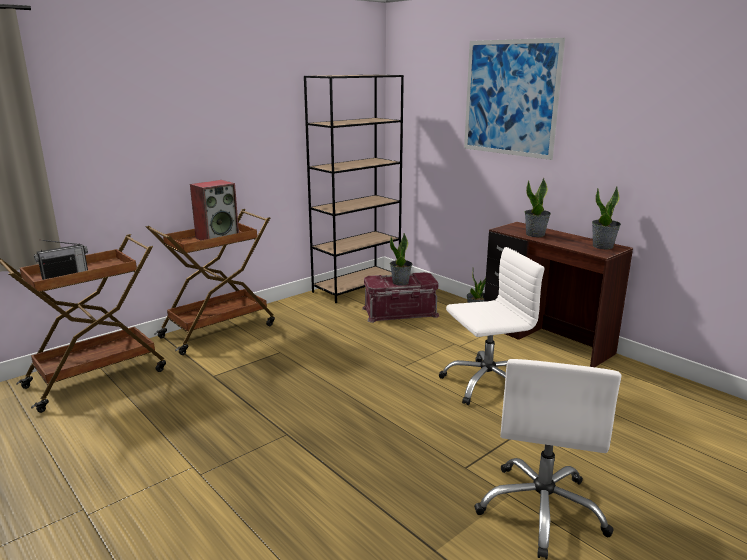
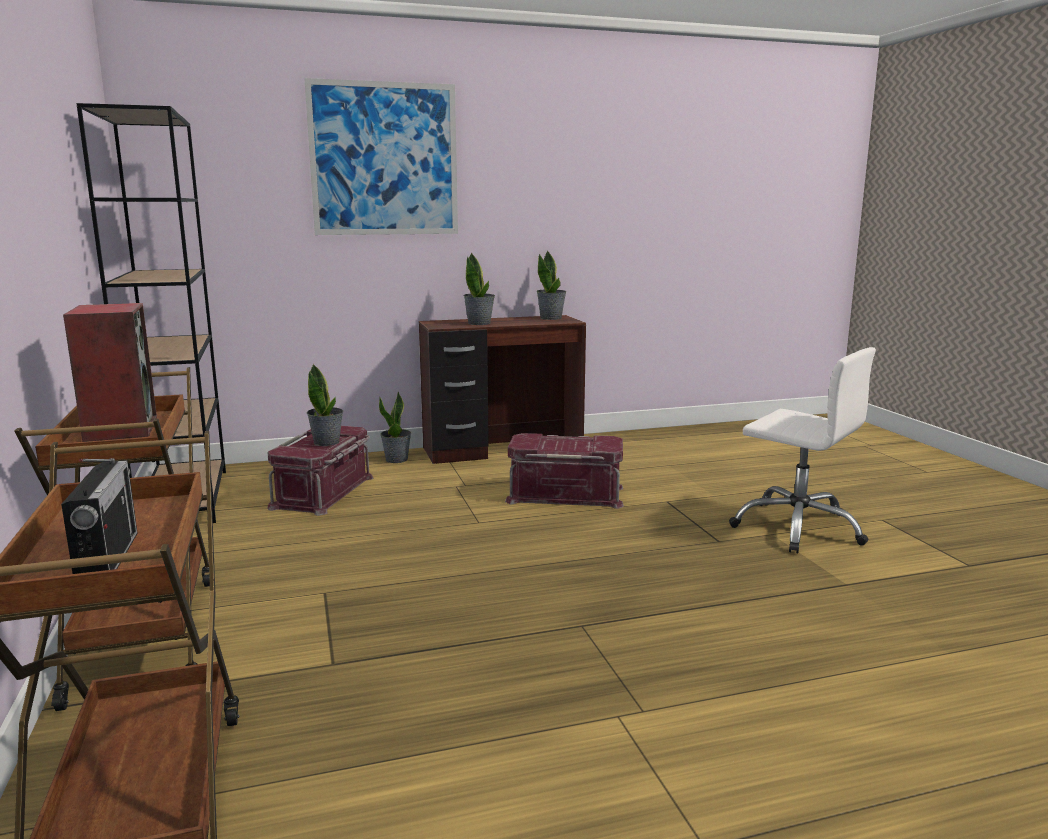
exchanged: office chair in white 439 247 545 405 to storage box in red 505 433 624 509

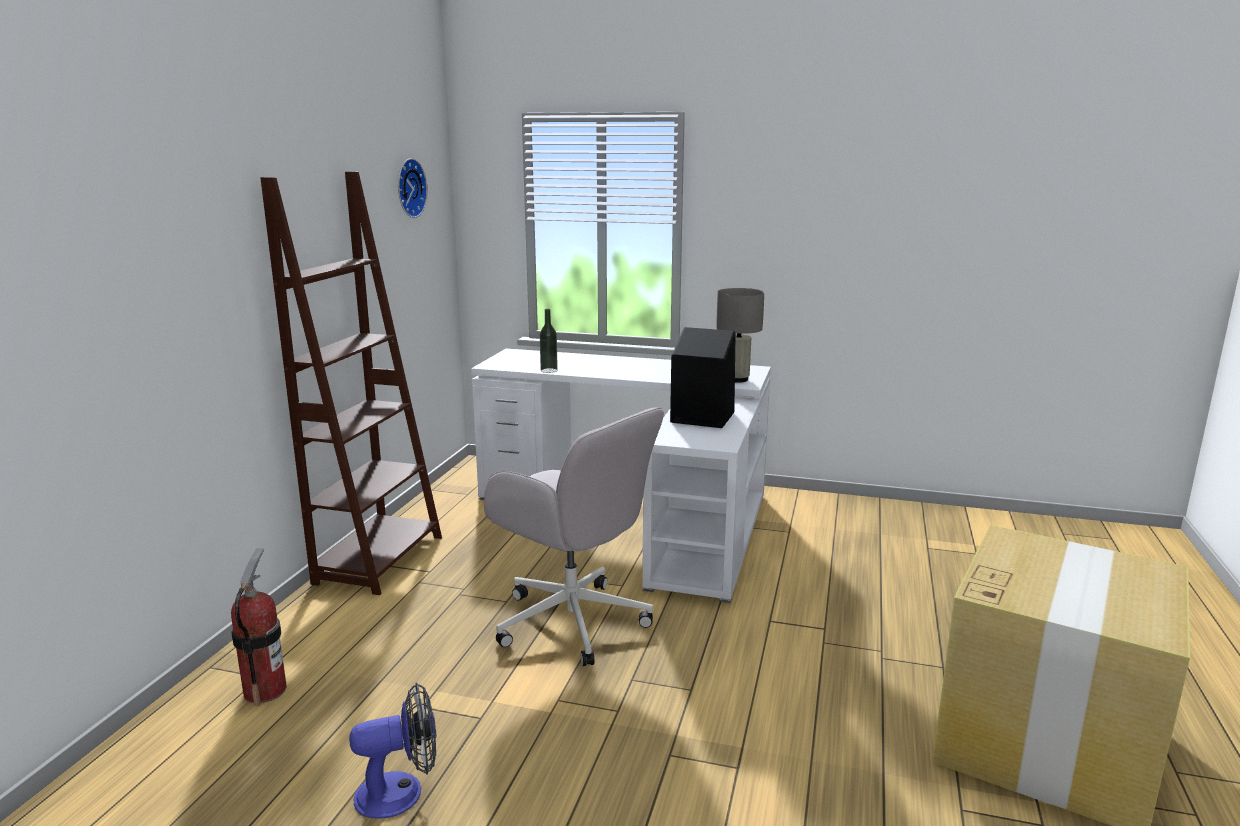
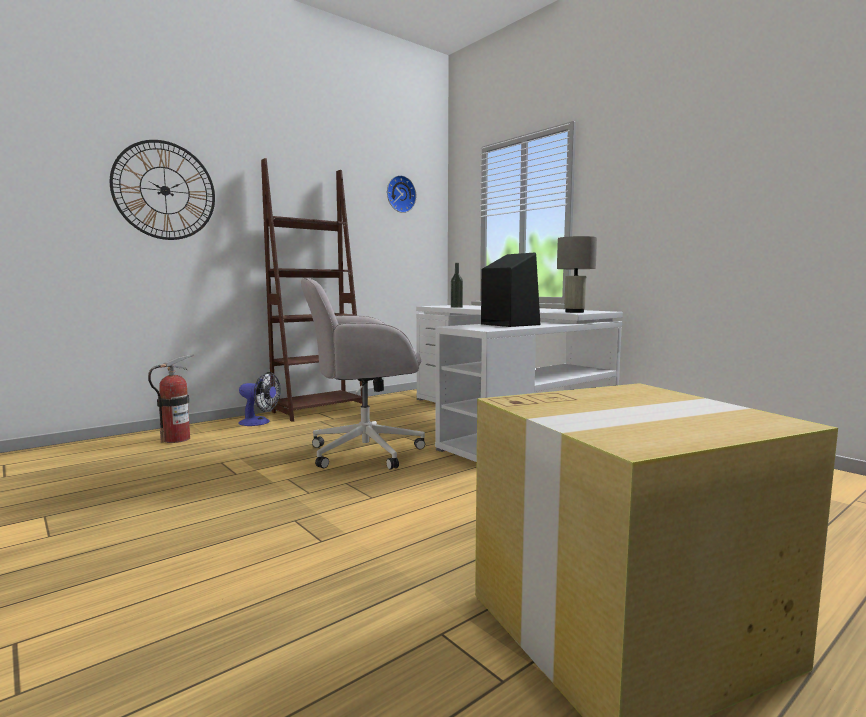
appeared: wall clock 110 140 215 240
relocated: fan 349 683 436 819 to 238 372 281 426
spun: office chair in grey 484 408 664 666 = 301 277 425 470 90 degrees clockwise

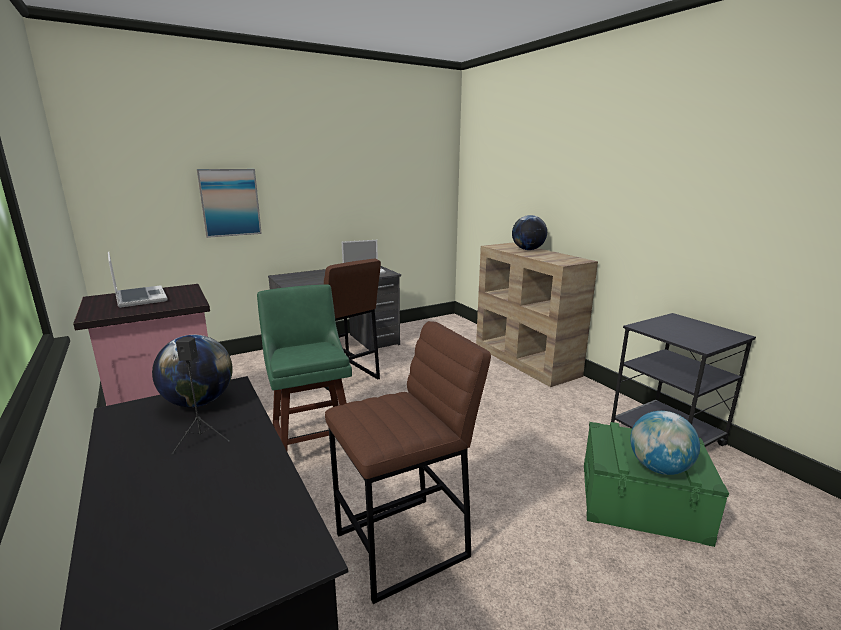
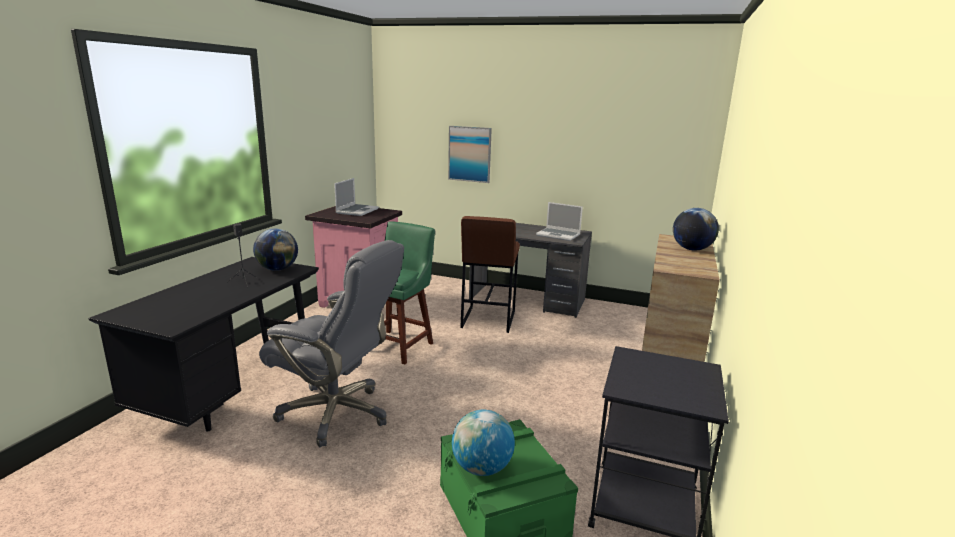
exchanged: stool in brown 325 321 491 604 to office chair in grey 259 240 404 447

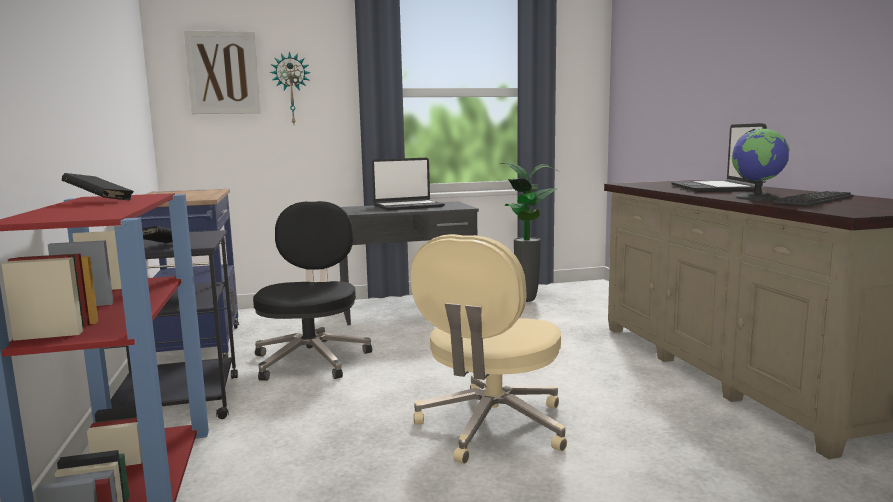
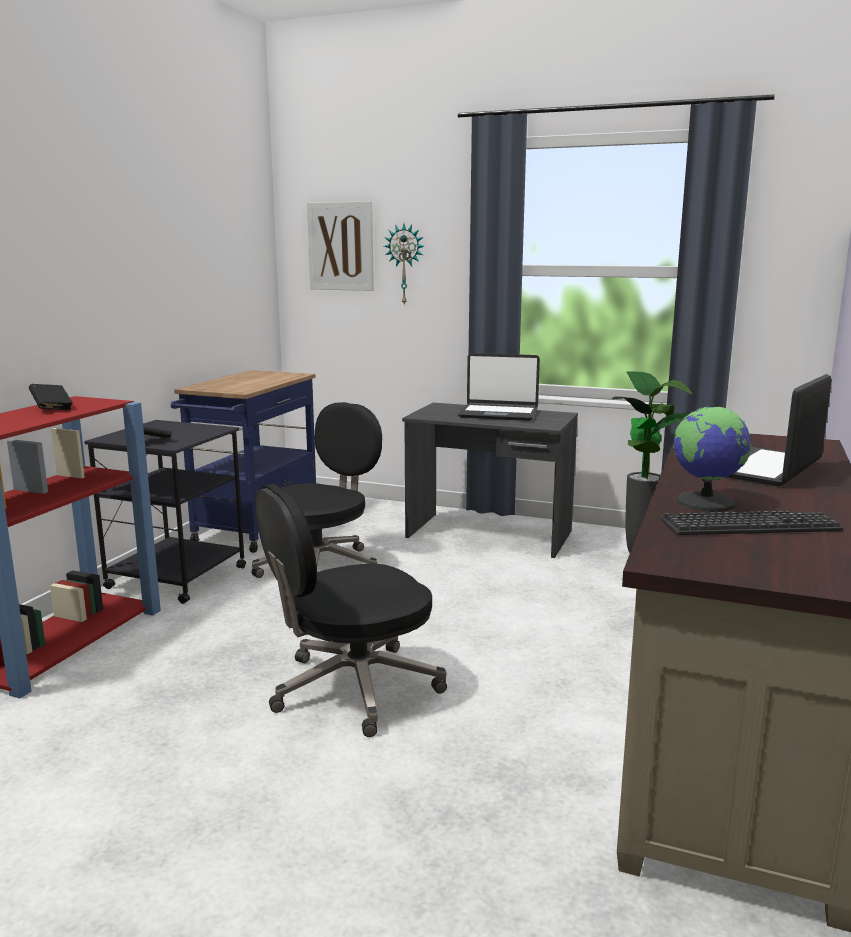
colour: office chair in beige 410 234 567 464 to office chair in black 255 484 447 737

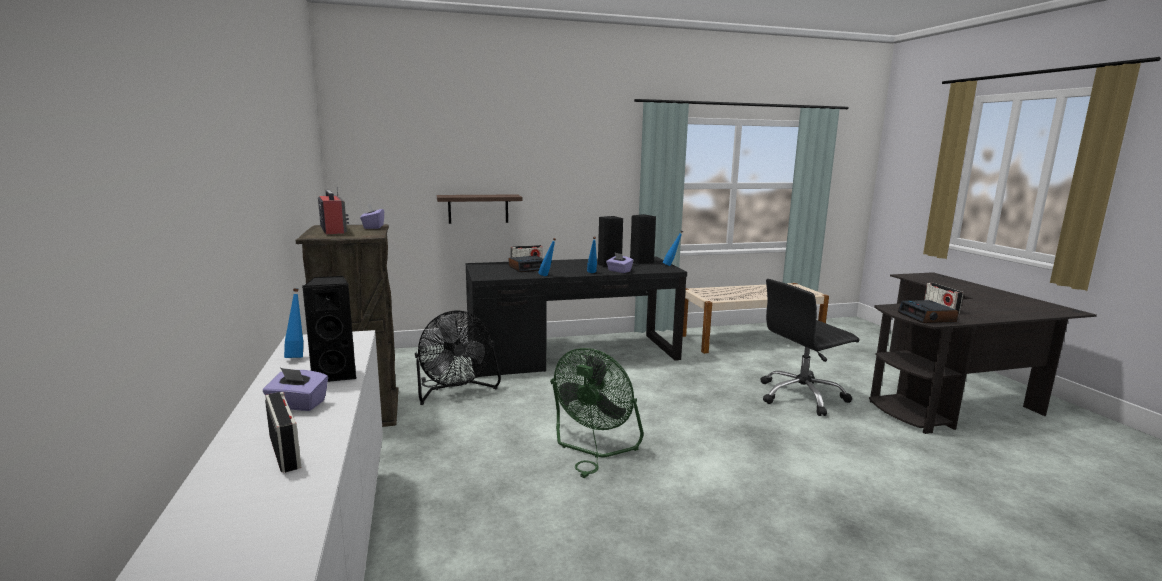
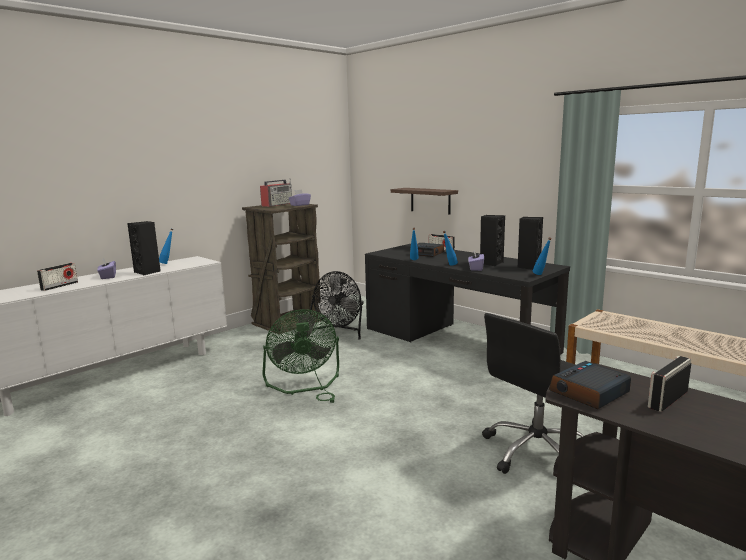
spun: office chair in black 761 279 860 416 = 482 313 584 474 75 degrees counterclockwise; fan in green 550 348 644 478 = 262 309 339 403 105 degrees counterclockwise

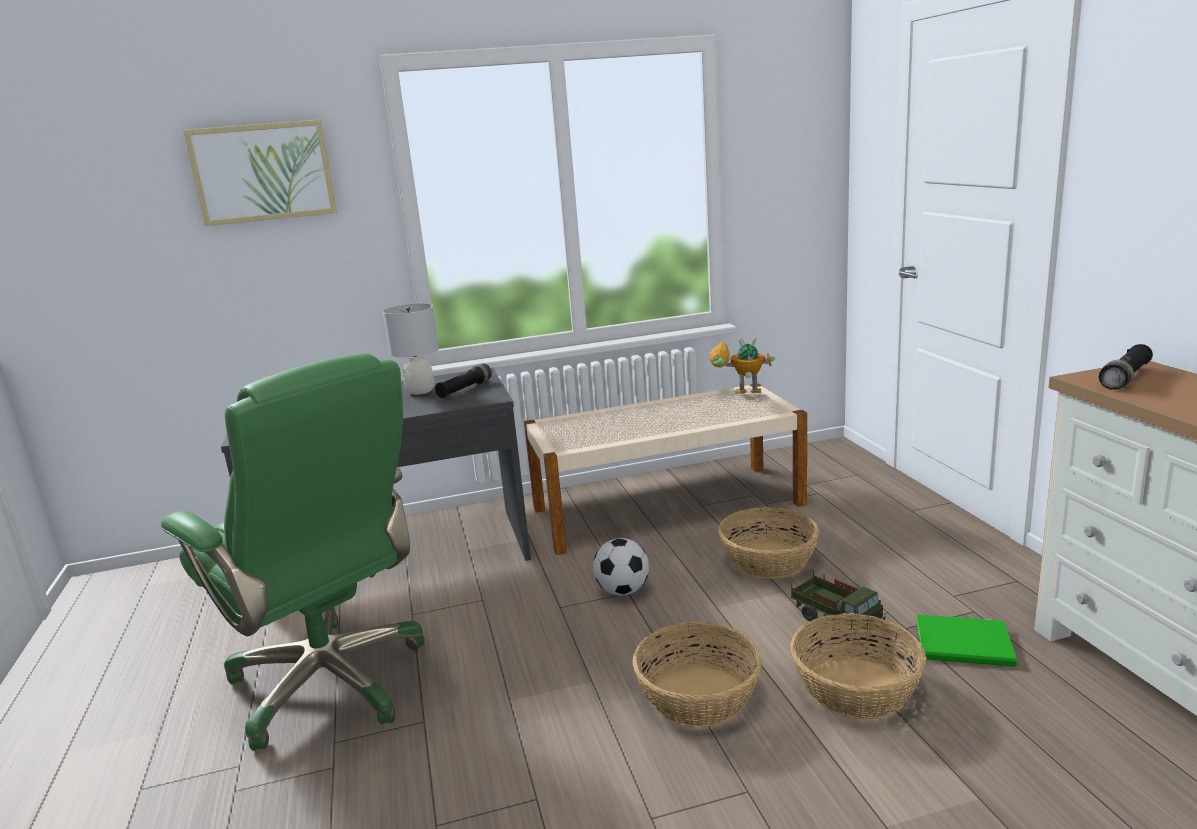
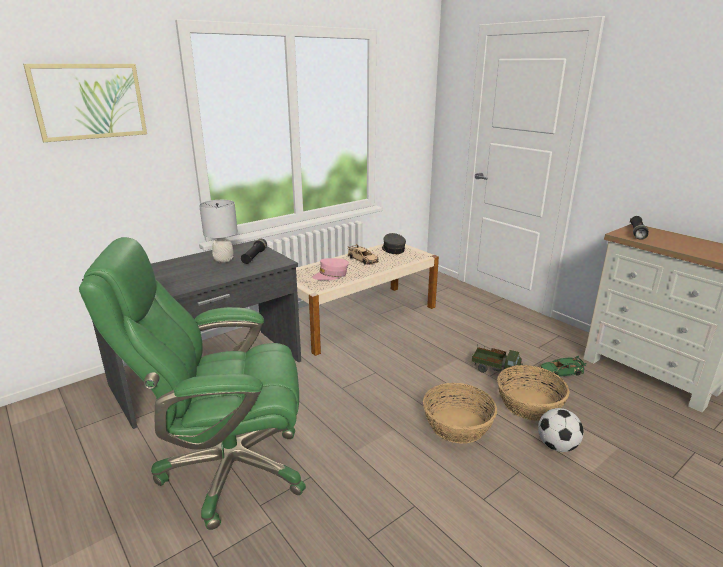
missing: basket 718 507 819 579
appeared: toy car in beige 348 244 379 265; cap in pink 312 258 349 280
relocated: football 593 538 649 595 to 538 408 584 452
exchanged: toy robot 710 337 775 394 to cap in grey 382 233 406 254; book in green 916 615 1017 667 to toy car in green 540 356 586 378
spun: office chair in green 161 353 425 751 = 79 237 306 530 150 degrees clockwise

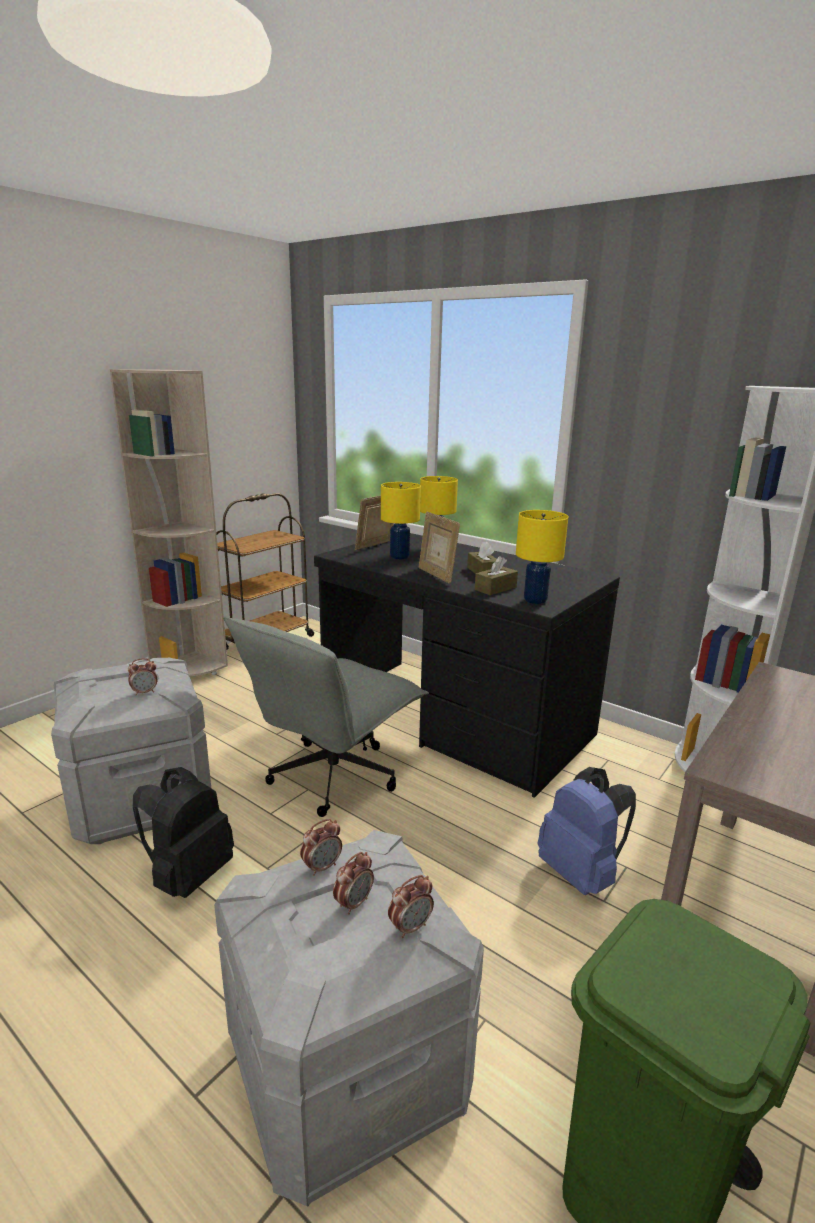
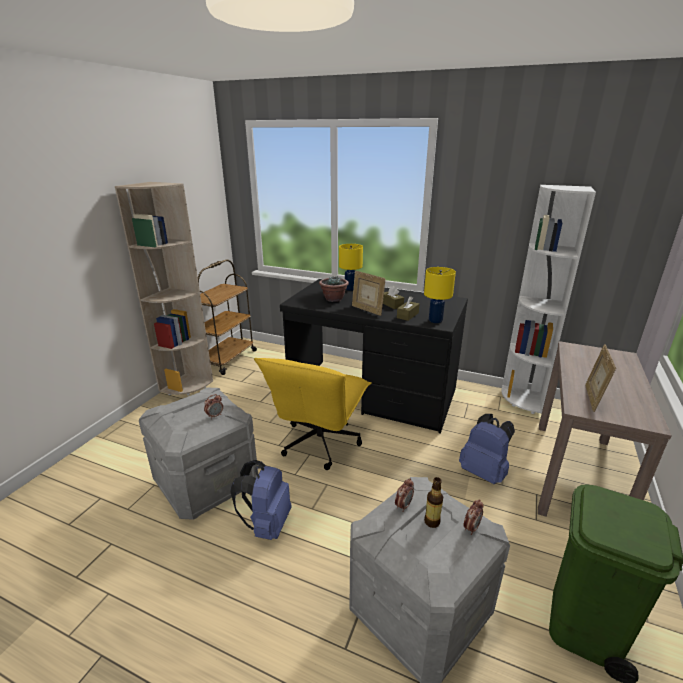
relocated: picture frame 355 496 394 550 to 585 344 616 412
exchanged: table lamp in yellow 381 482 421 560 to potted plant 319 275 349 302; alarm clock 333 852 374 915 to bottle 424 477 443 528
colour: office chair in grey 223 617 429 817 to office chair in yellow 254 358 372 470; backpack in black 133 767 234 898 to backpack in blue 230 460 292 540

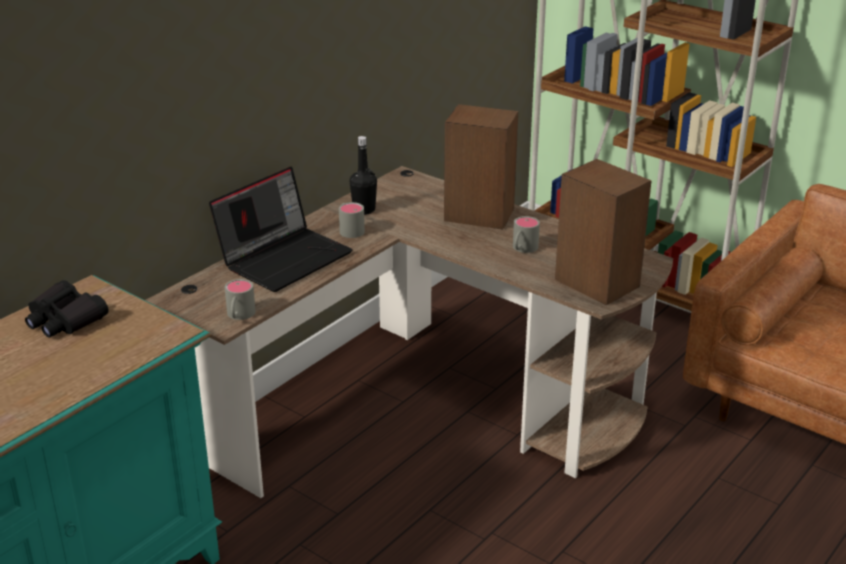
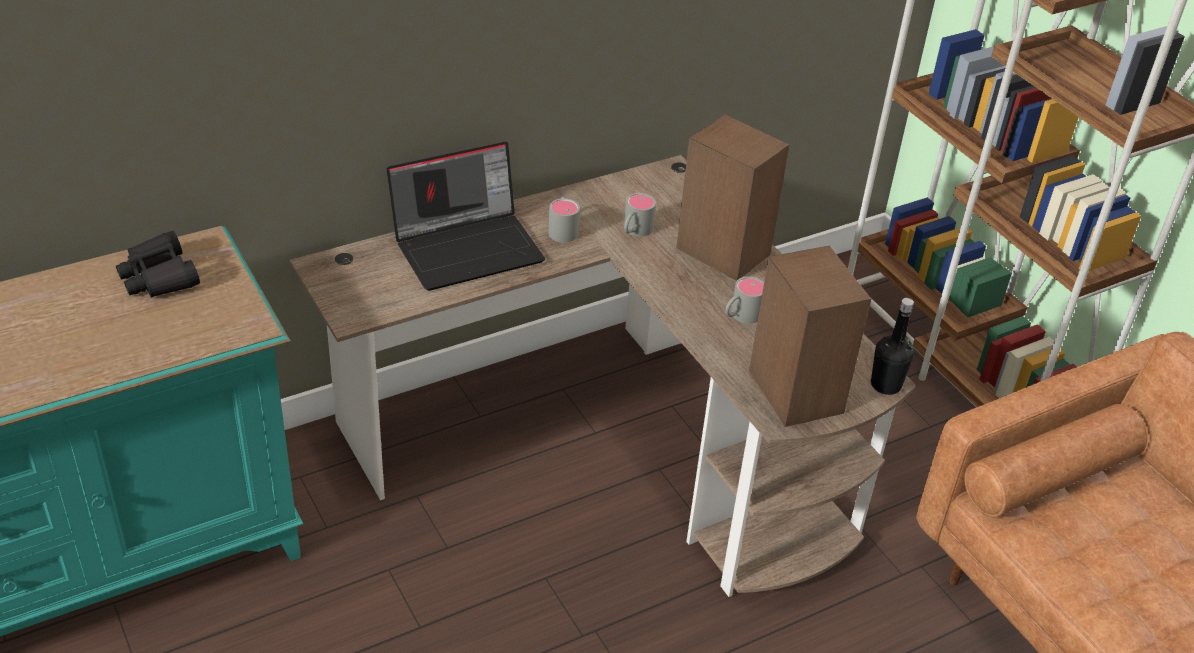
relocated: bottle in black 350 136 377 215 to 871 298 914 395; mug in grey 225 279 256 320 to 624 193 656 237

